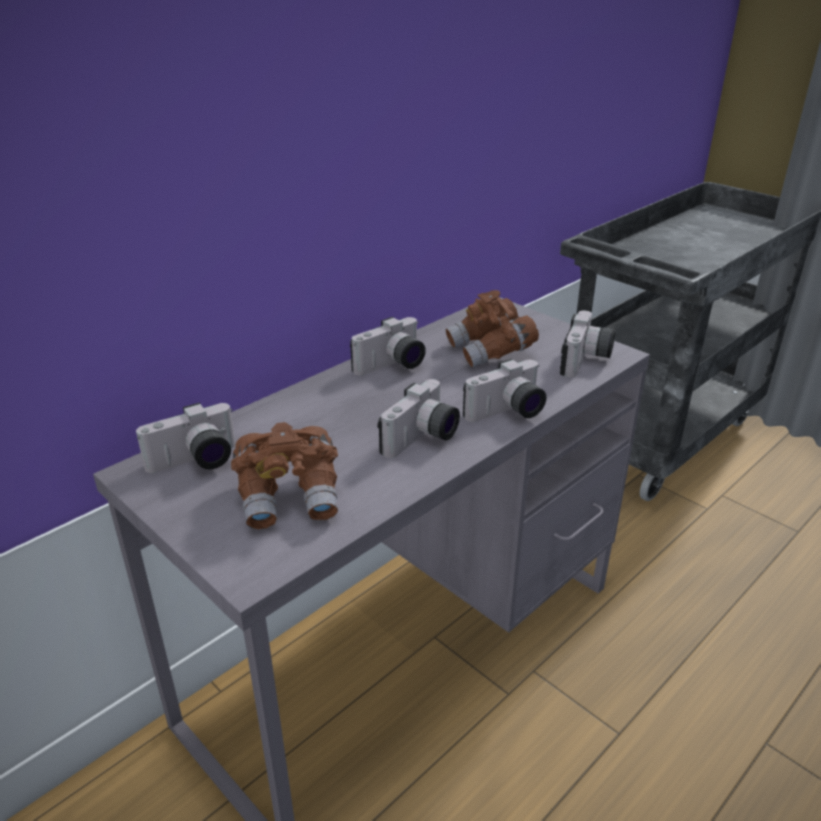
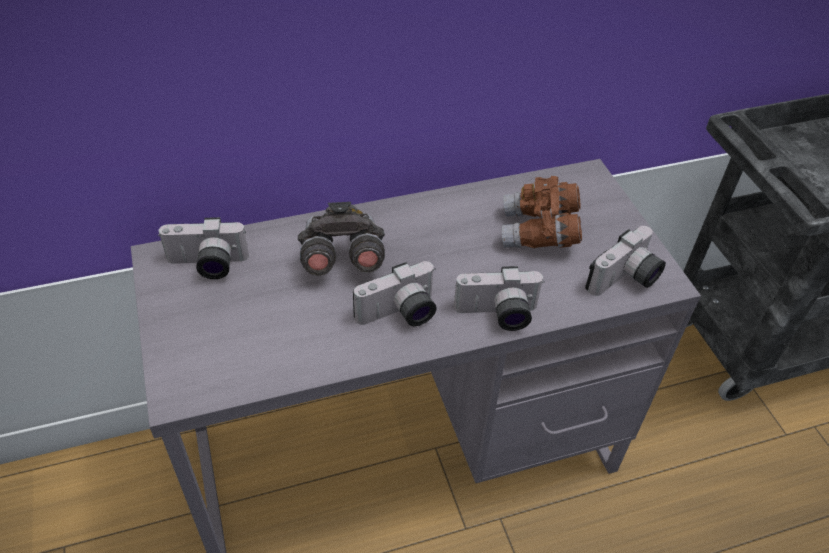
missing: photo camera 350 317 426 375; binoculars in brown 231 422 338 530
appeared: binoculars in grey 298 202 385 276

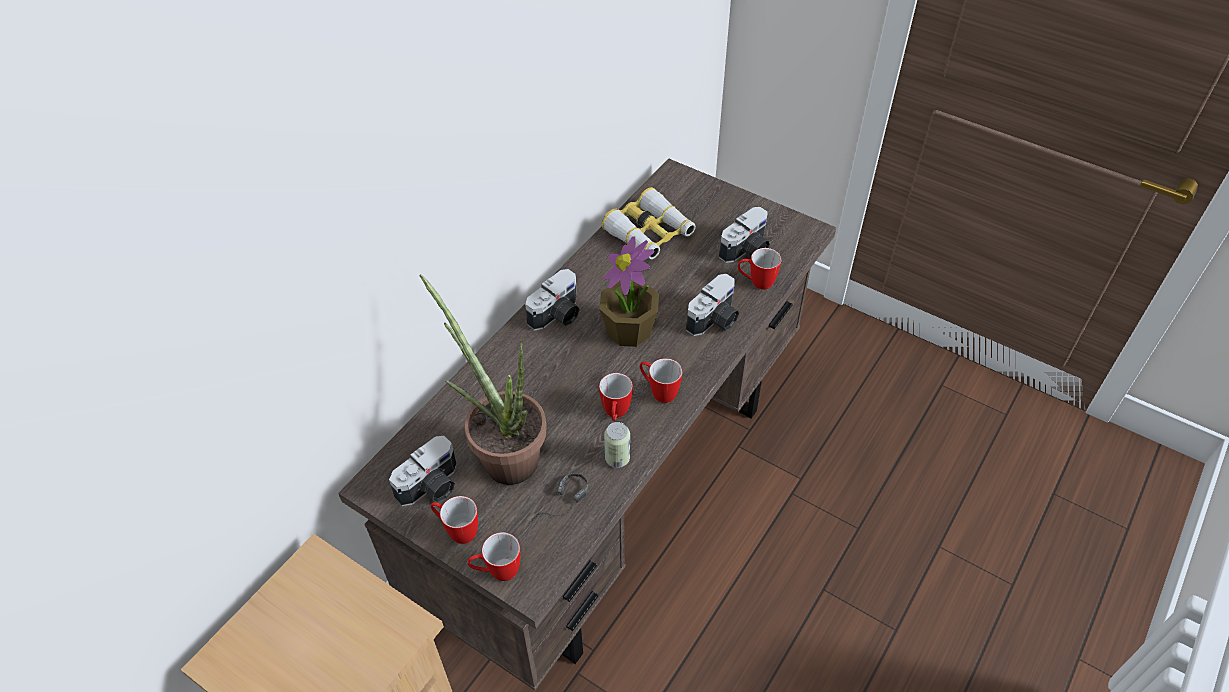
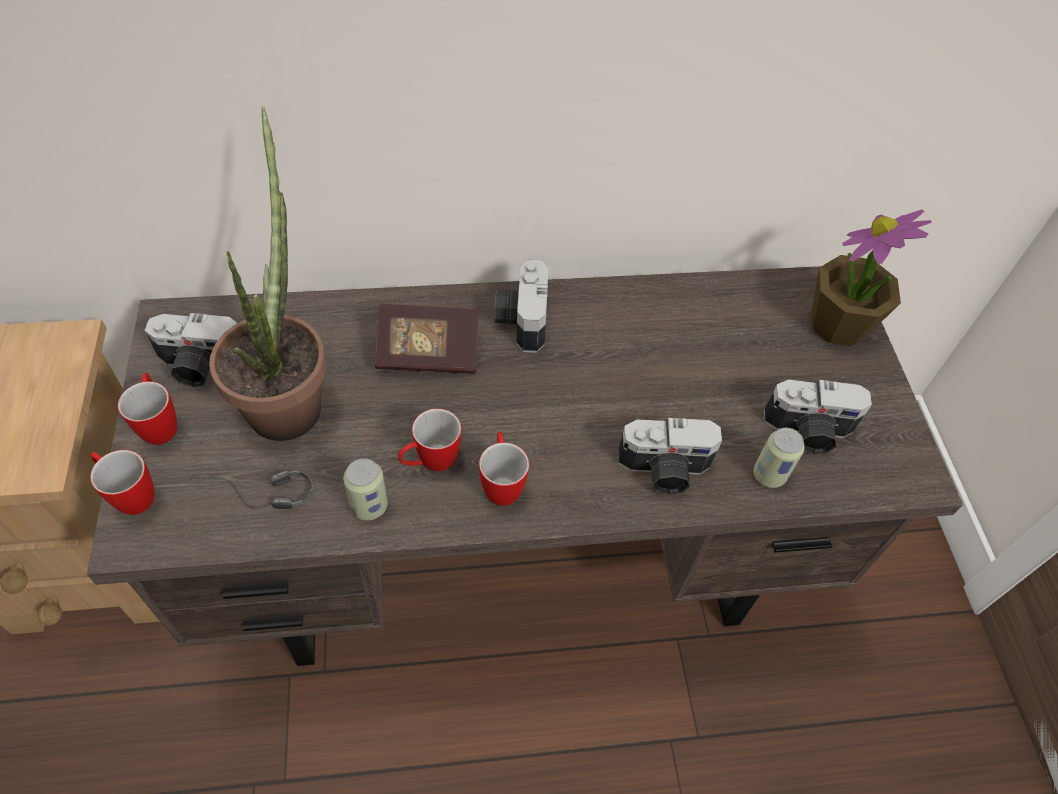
missing: binoculars 602 187 696 259
appeared: book 375 304 478 374
relocated: potted plant 599 236 659 347 to 812 210 931 346
exchanged: mug 738 248 781 290 to can 753 428 804 488
spun: photo camera 525 269 580 330 = 494 260 548 353 90 degrees clockwise

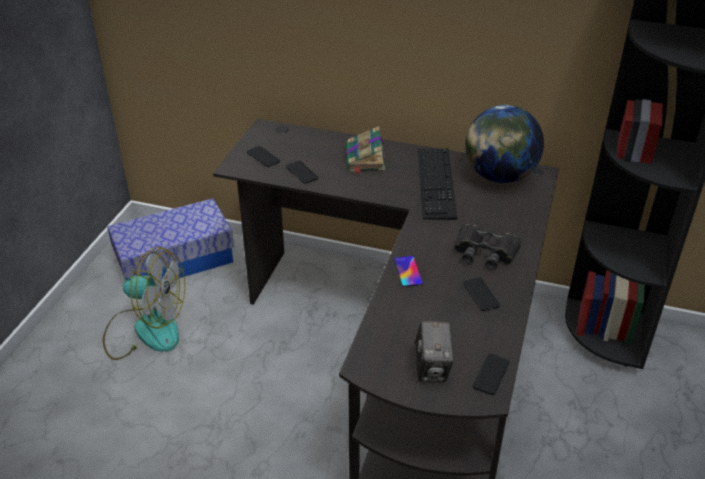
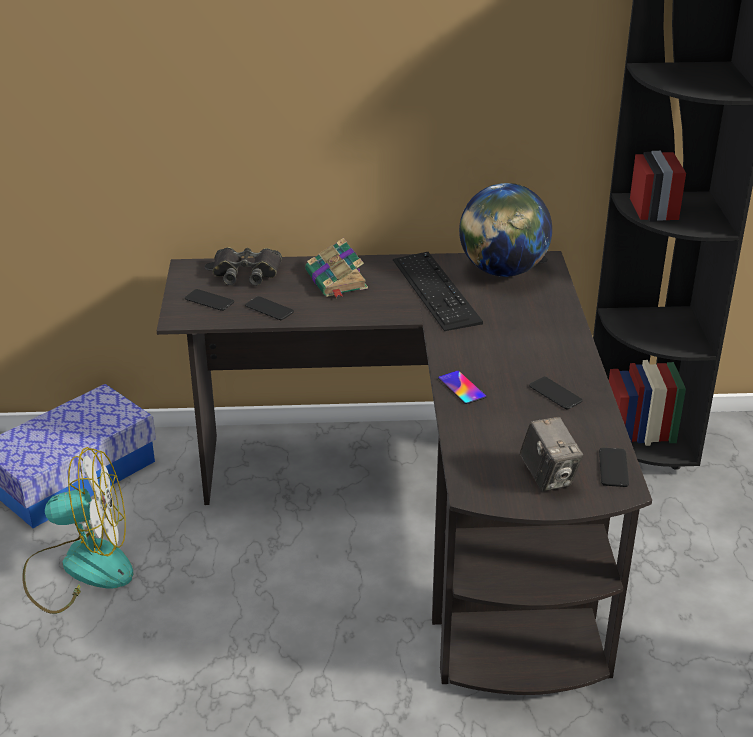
relocated: binoculars in black 454 224 522 270 to 213 247 282 286

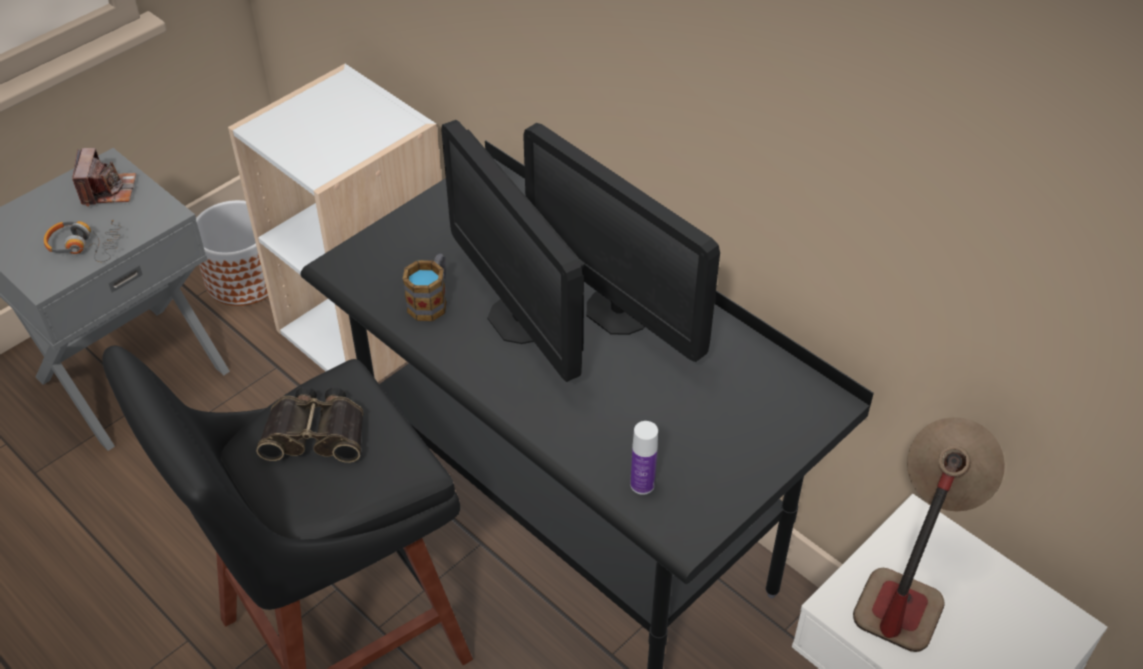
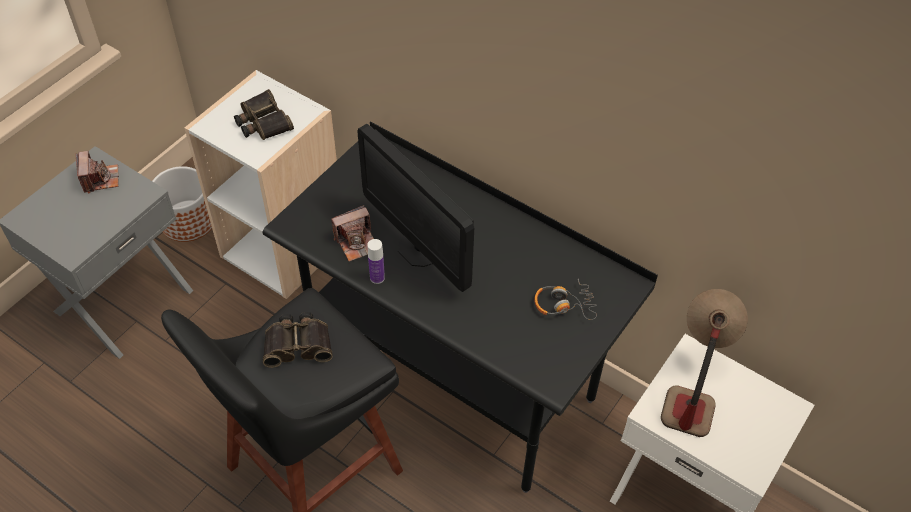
missing: monitor 523 123 720 362
appeared: binoculars 234 89 294 140
relocated: headphones 44 218 121 262 to 534 279 597 320; bottle 630 421 658 495 to 367 239 385 284
exchanged: mug 403 254 447 321 to photo camera 331 205 374 262

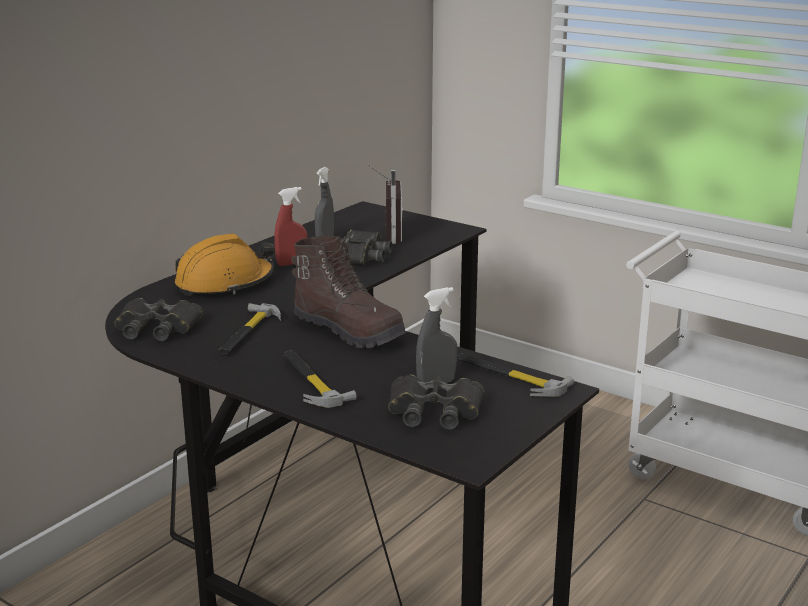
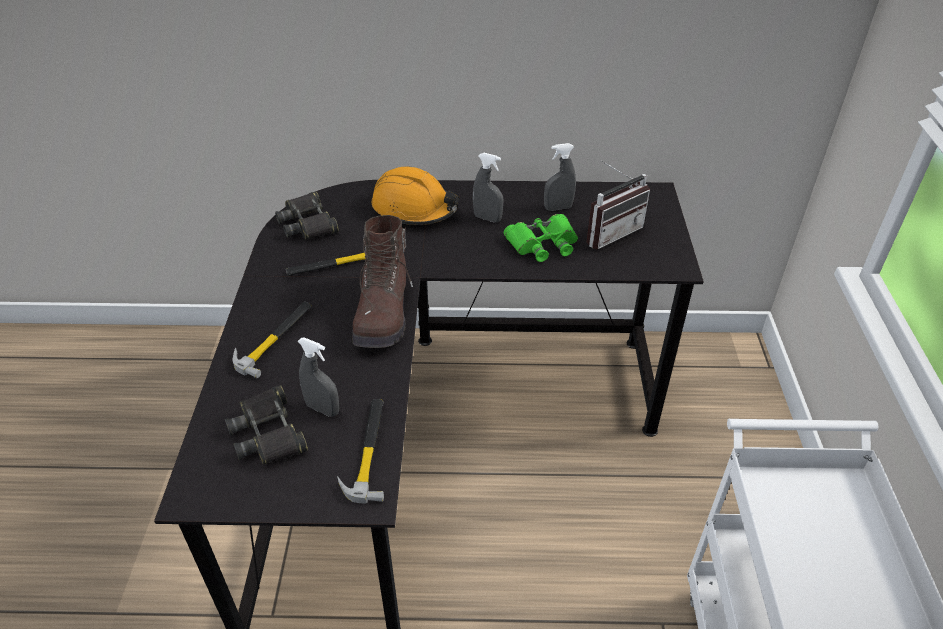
colour: spray bottle in red 274 187 307 266 to spray bottle in grey 473 153 503 222; binoculars in black 344 230 392 265 to binoculars in green 504 214 578 262

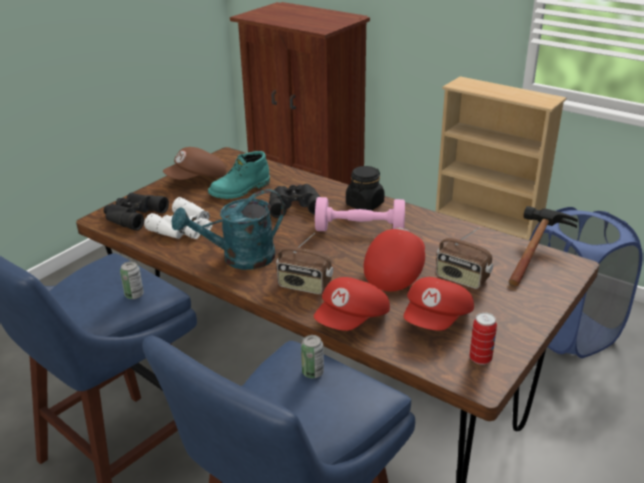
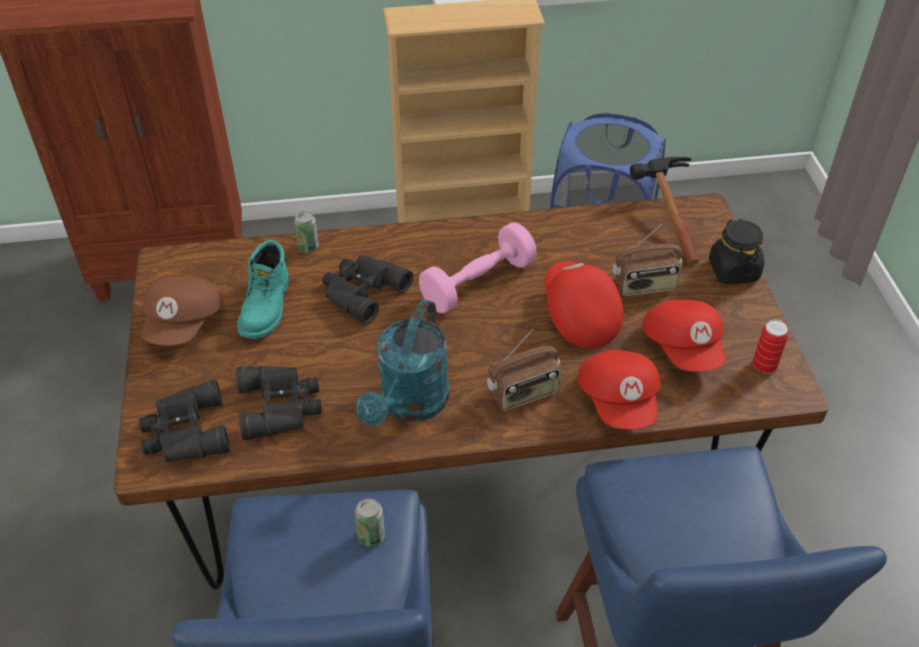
relocated: jar in black 346 166 385 210 to 709 219 764 284; can 301 335 324 378 to 294 211 319 252
colour: binoculars in white 144 197 213 239 to binoculars in black 236 366 322 440

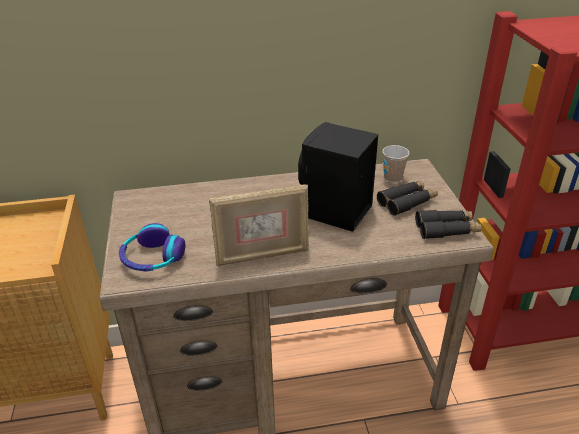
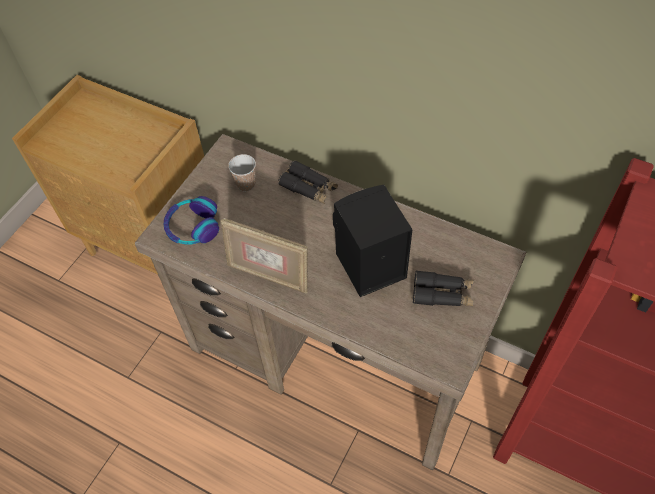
relocated: cup 383 145 409 182 to 228 154 256 192; binoculars in black 415 210 482 239 to 278 160 338 204

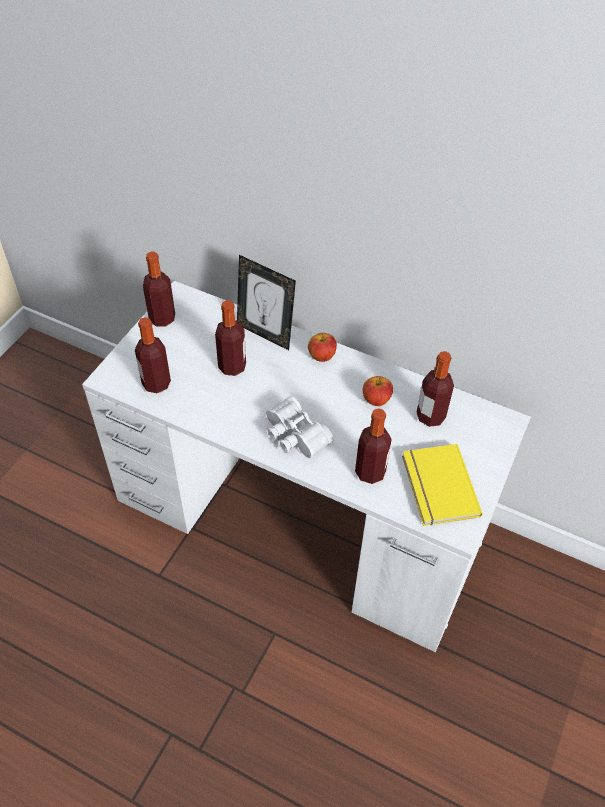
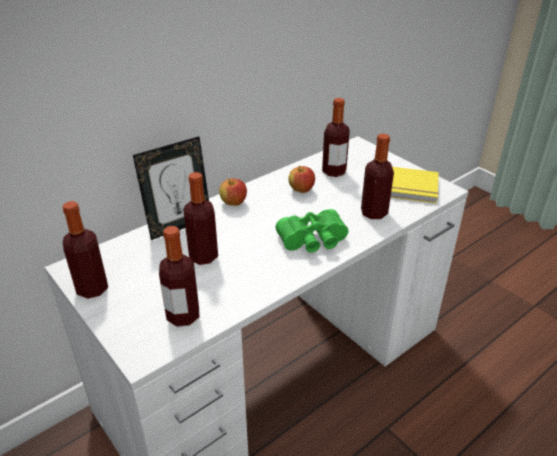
colour: binoculars in white 266 396 334 458 to binoculars in green 276 209 348 253

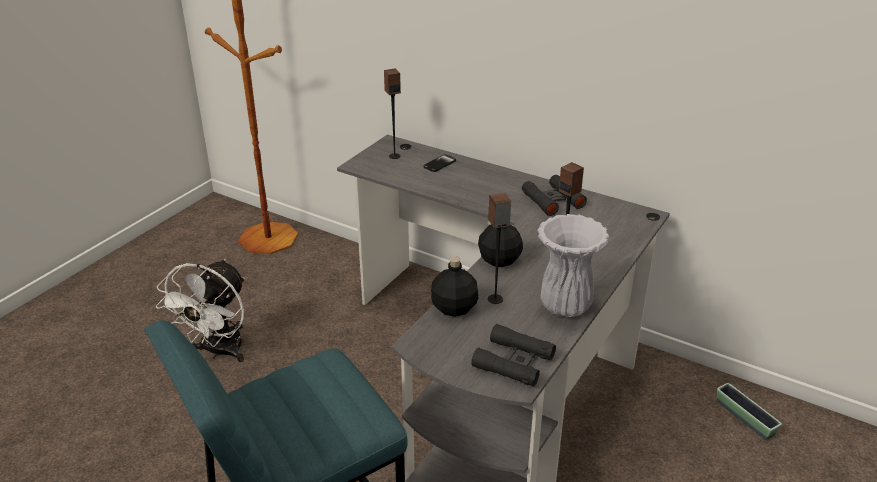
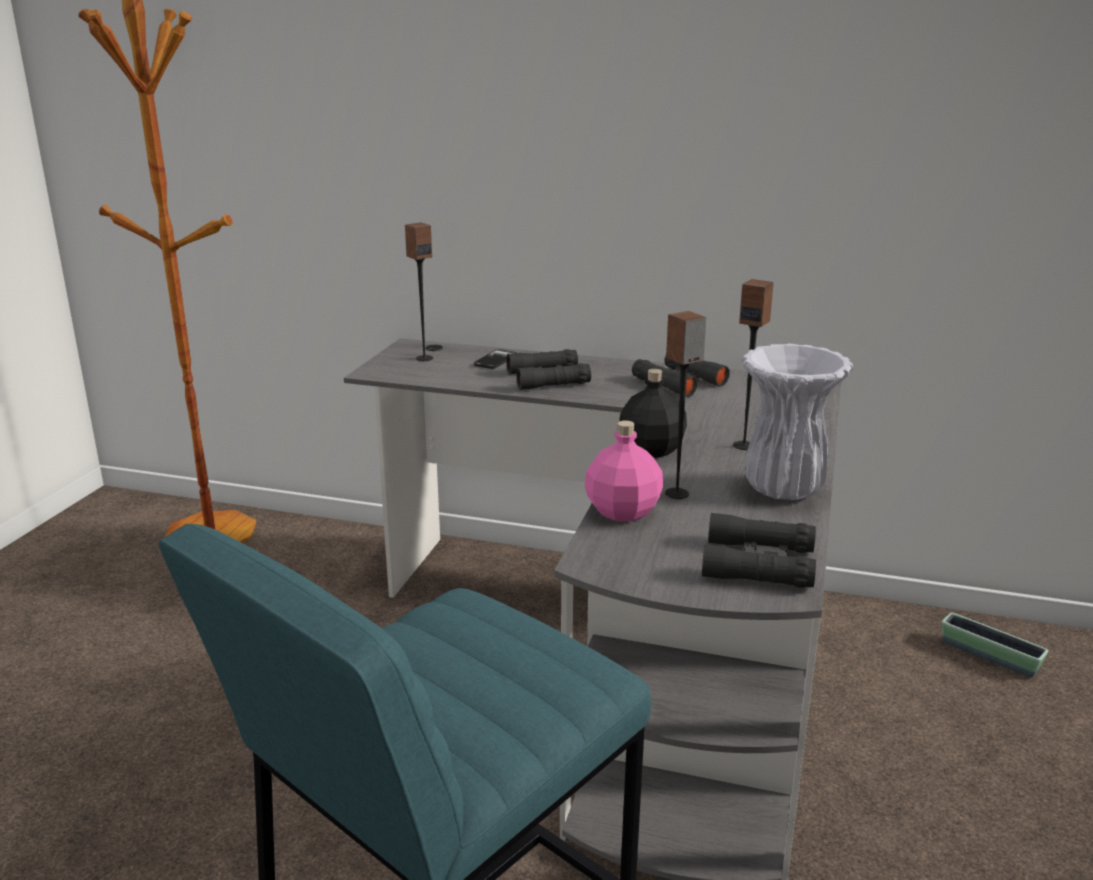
missing: fan in white 156 259 245 362
appeared: binoculars in black 506 349 591 390
colour: bottle in black 431 256 478 317 to bottle in pink 585 420 663 522

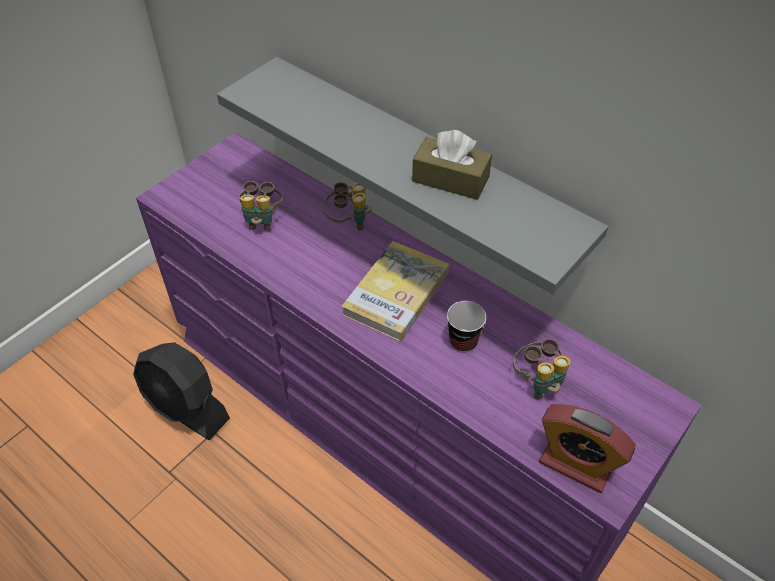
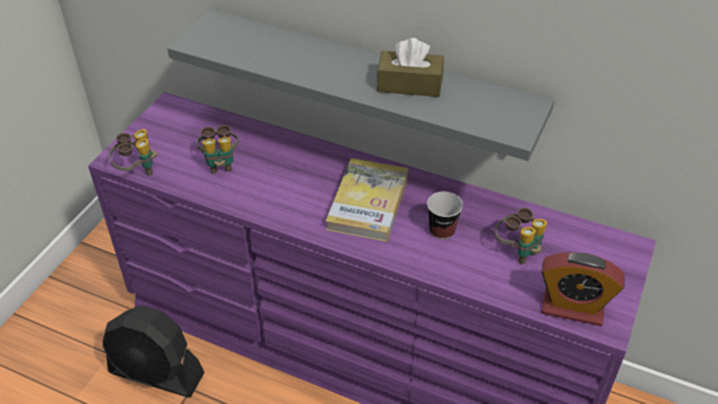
relocated: binoculars 324 182 371 231 to 109 129 157 176

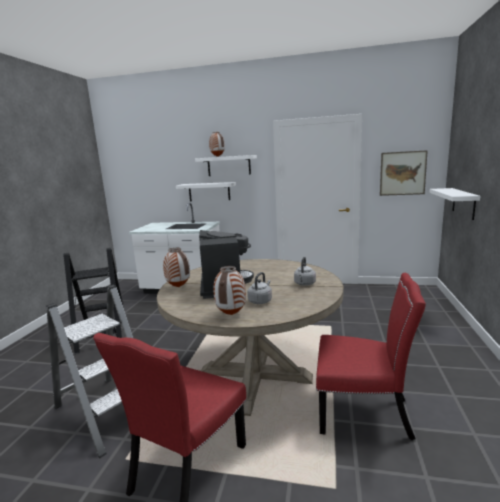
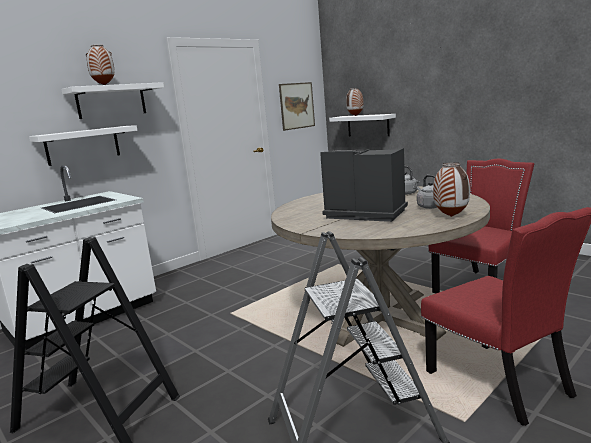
relocated: vase 163 248 190 287 to 346 88 364 116

